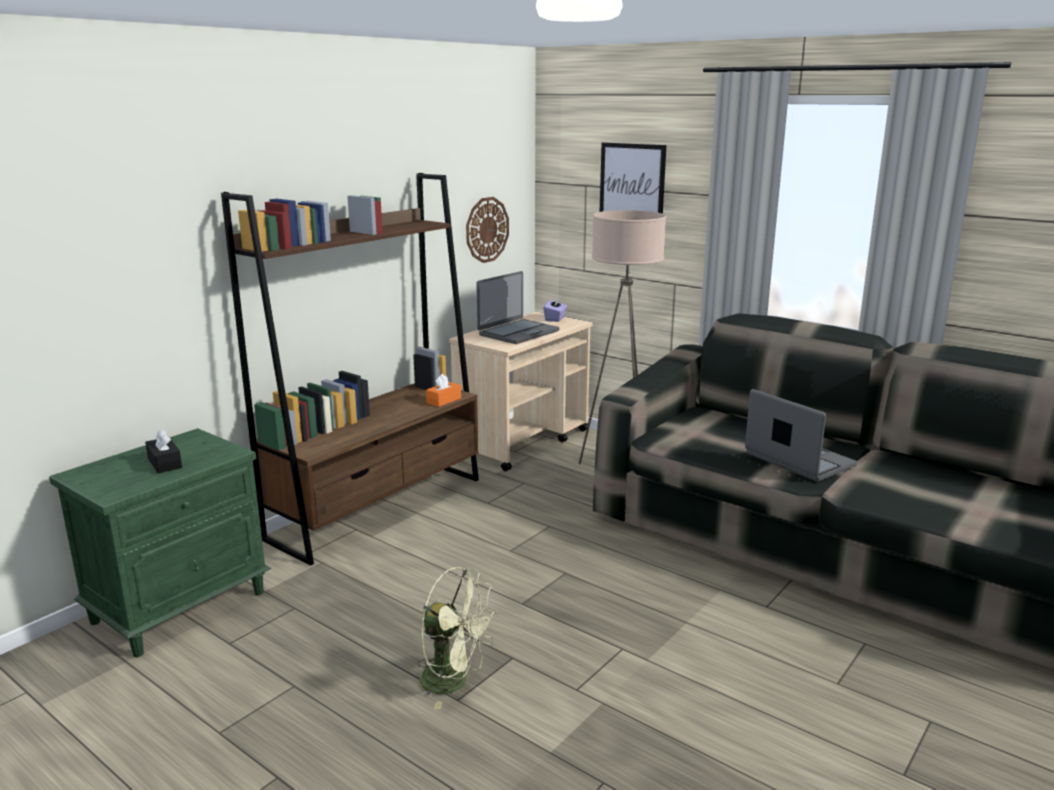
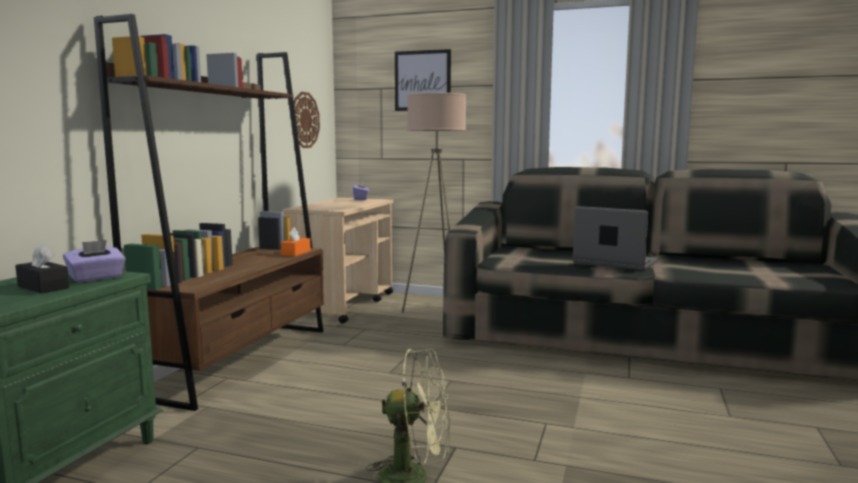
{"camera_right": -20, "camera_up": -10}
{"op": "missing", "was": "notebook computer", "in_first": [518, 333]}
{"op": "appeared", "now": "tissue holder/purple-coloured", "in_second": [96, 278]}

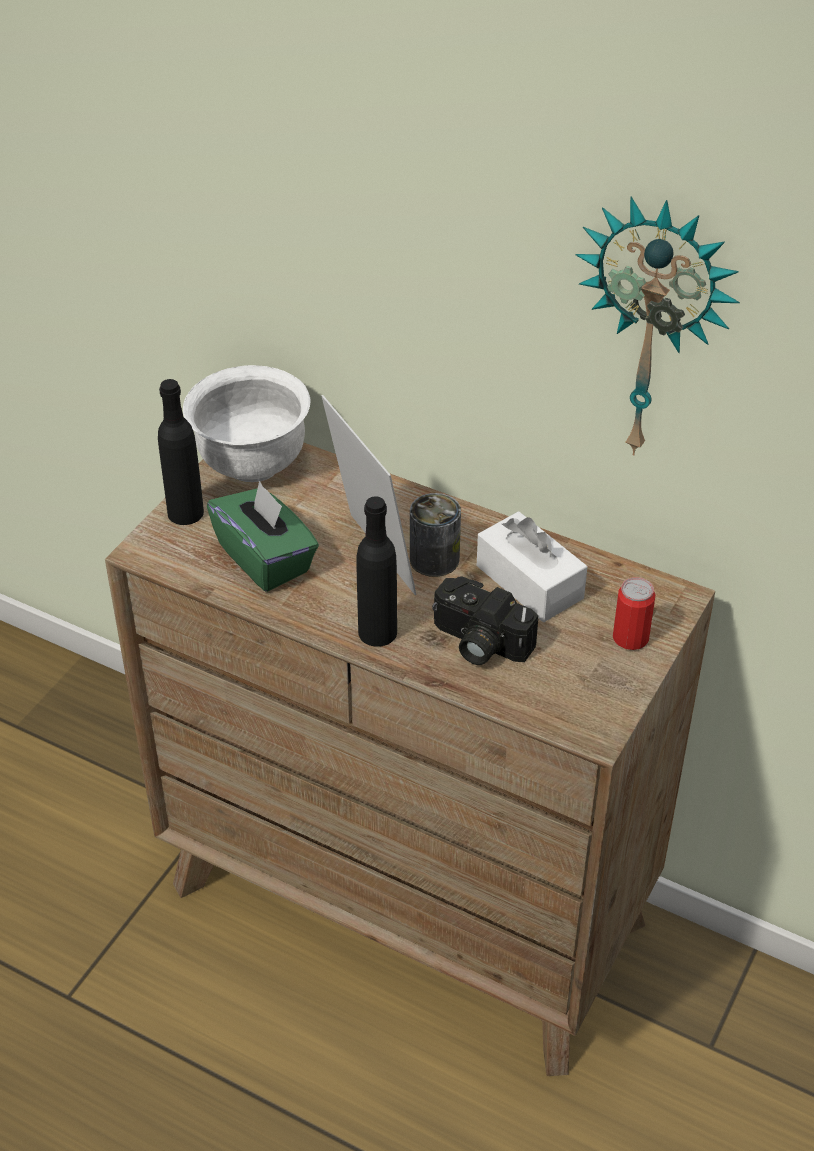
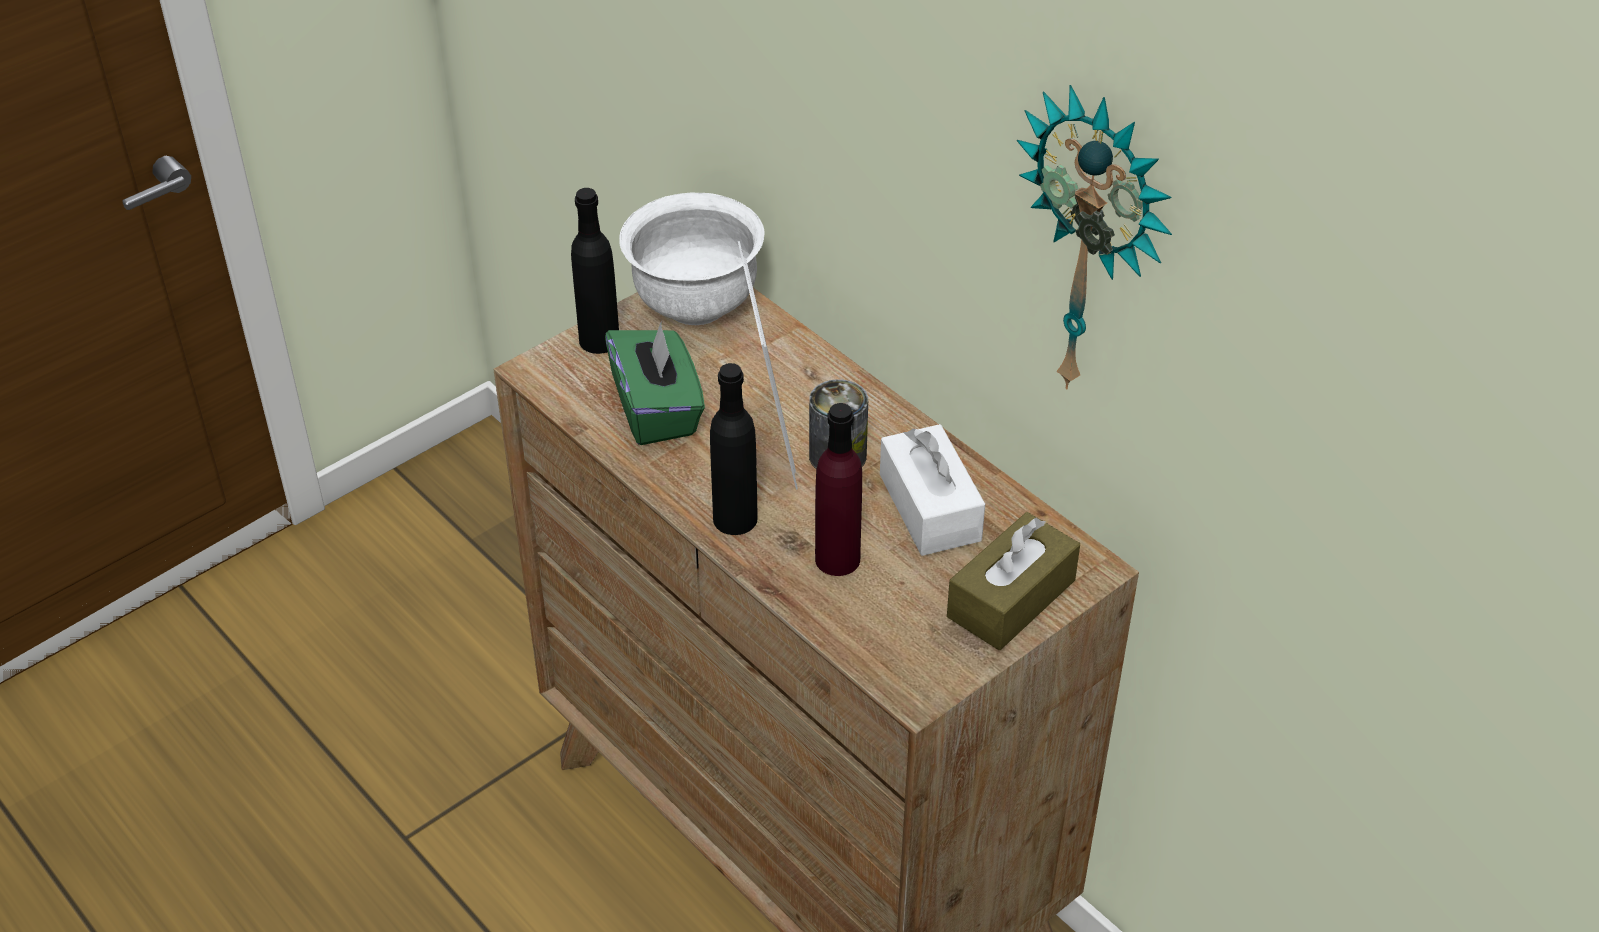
{"camera_right": 20, "camera_up": 0}
{"op": "exchanged", "was": "still camera", "now": "drink bottle/purple-coloured", "in_first": [478, 643], "in_second": [837, 559]}
{"op": "exchanged", "was": "can", "now": "tissue holder/brown-coloured", "in_first": [630, 638], "in_second": [1011, 598]}

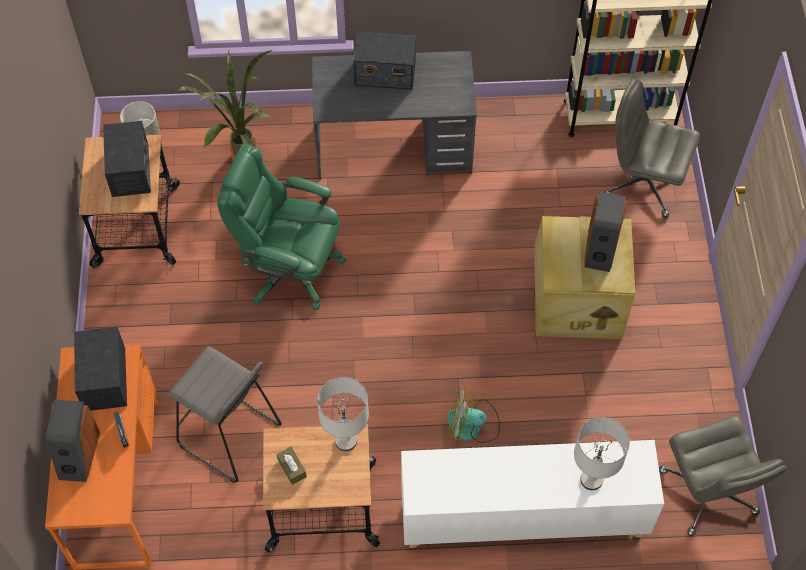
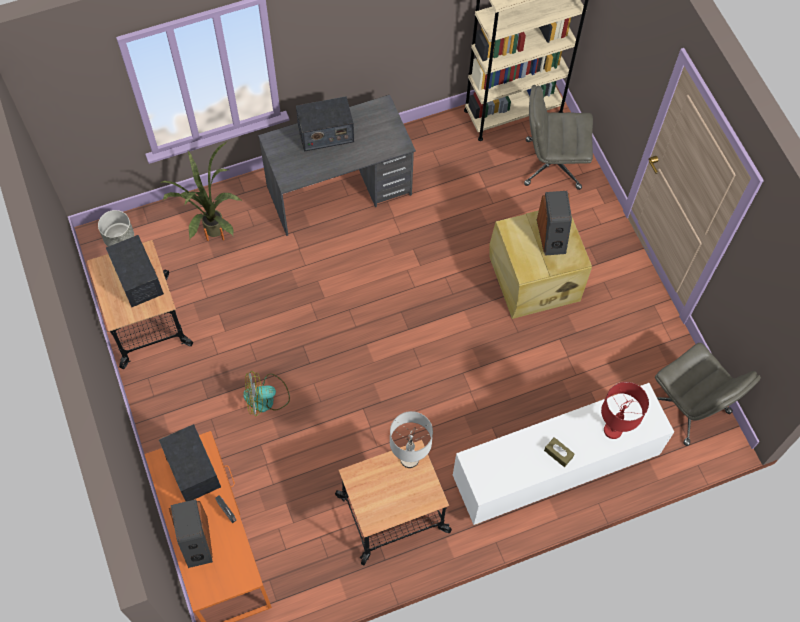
{"camera_right": -20, "camera_up": 5}
{"op": "missing", "was": "stool seat/grey", "in_first": [229, 436]}
{"op": "missing", "was": "office chair/green", "in_first": [289, 269]}
{"op": "relocated", "was": "tissue holder/brown-coloured", "in_first": [292, 468], "in_second": [558, 454]}
{"op": "relocated", "was": "fan", "in_first": [472, 426], "in_second": [266, 398]}
{"op": "colour", "was": "table lamp/grey", "now": "table lamp/red", "in_first": [591, 480], "in_second": [612, 430]}

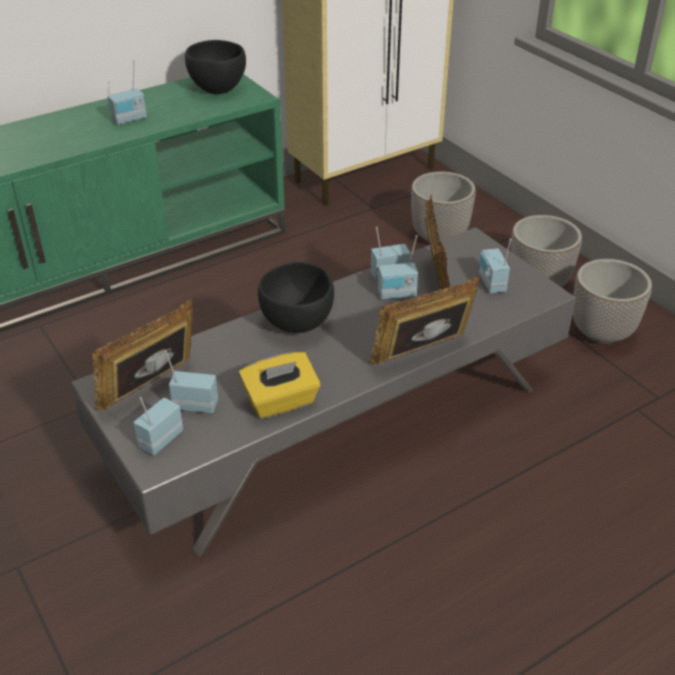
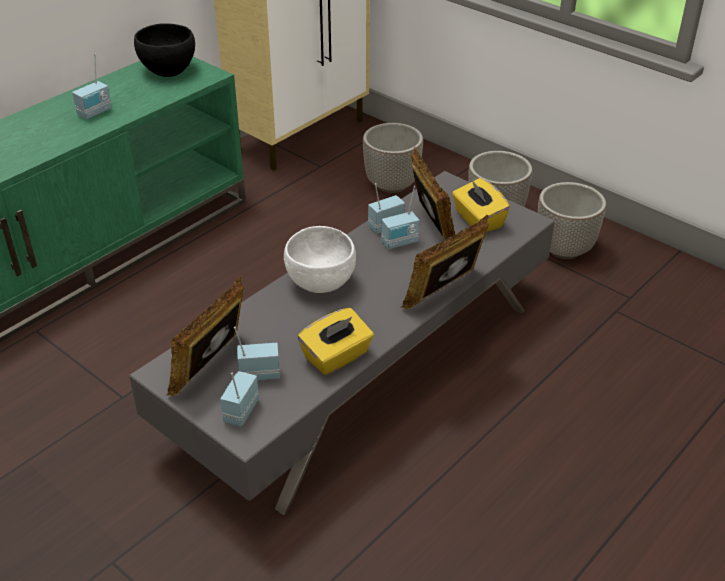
{"camera_right": -15, "camera_up": 0}
{"op": "colour", "was": "deep dish/black", "now": "deep dish/white-coloured", "in_first": [296, 323], "in_second": [320, 283]}
{"op": "exchanged", "was": "radio set", "now": "tissue holder/yellowish", "in_first": [491, 284], "in_second": [478, 220]}

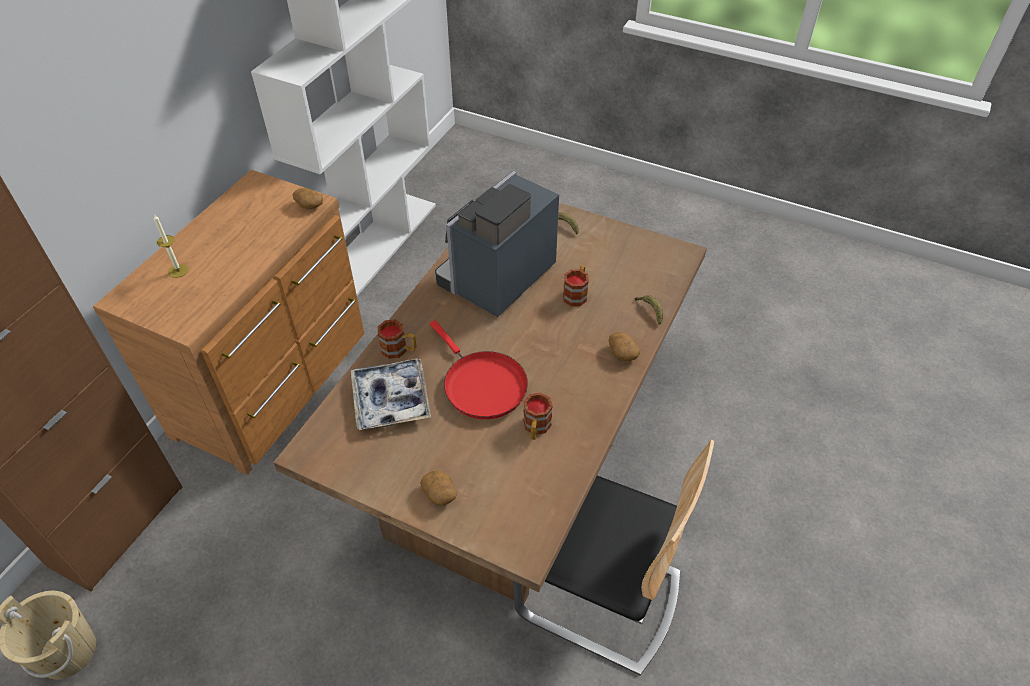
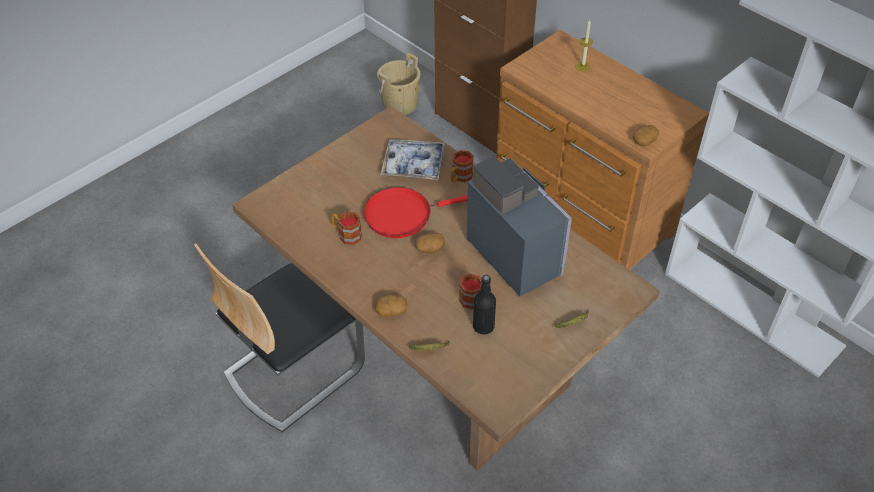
{"camera_right": 110, "camera_up": 0}
{"op": "relocated", "was": "whole potato", "in_first": [440, 493], "in_second": [430, 248]}
{"op": "appeared", "now": "drink bottle/black", "in_second": [483, 327]}

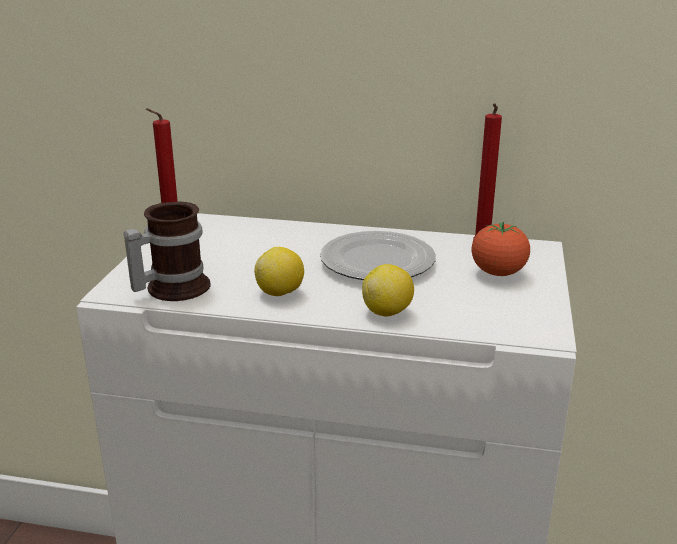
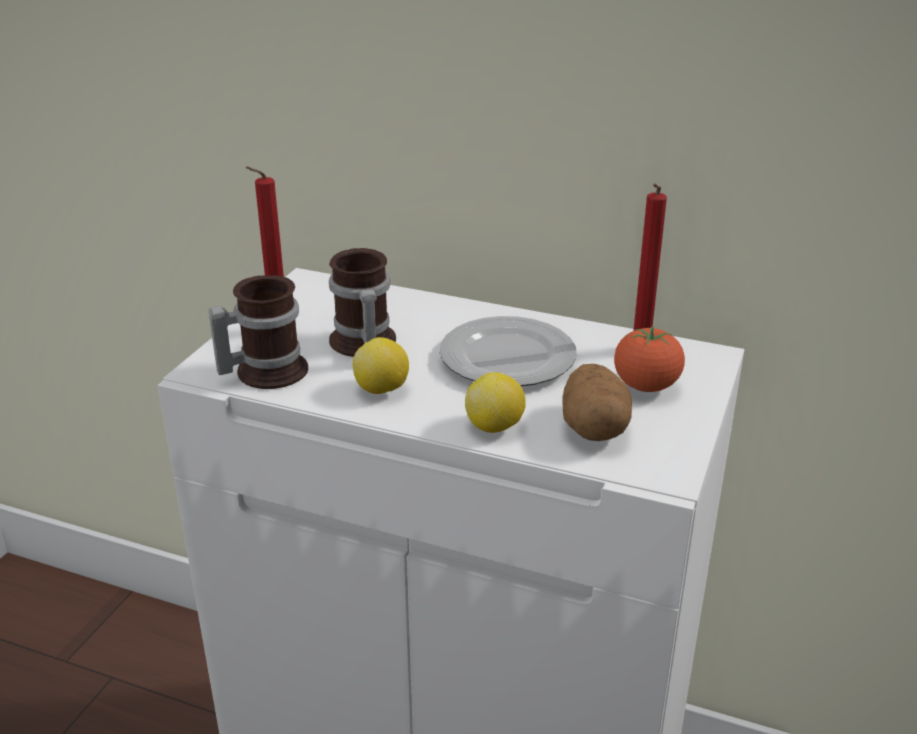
{"camera_right": 10, "camera_up": 5}
{"op": "appeared", "now": "mug", "in_second": [361, 344]}
{"op": "appeared", "now": "whole potato", "in_second": [594, 428]}

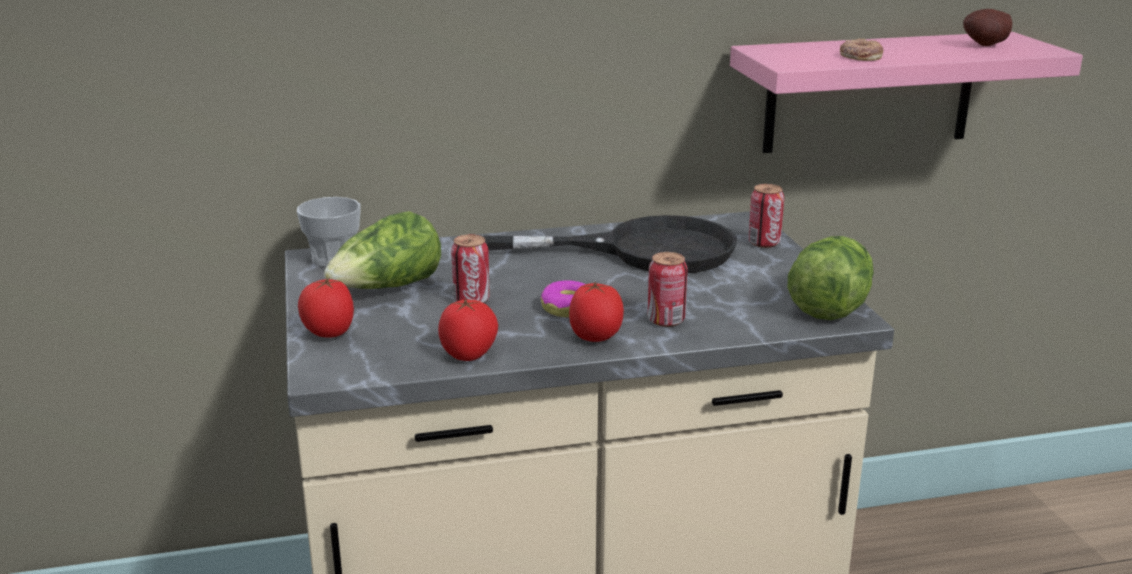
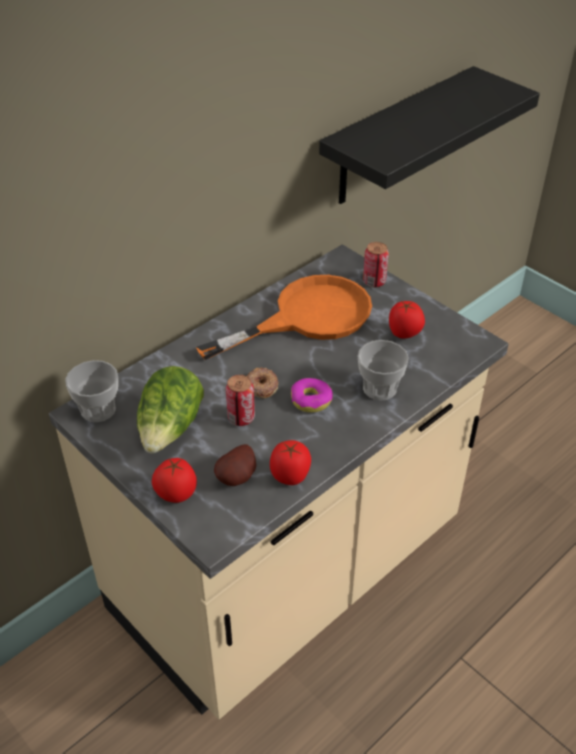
{"camera_right": -30, "camera_up": 20}
{"op": "colour", "was": "pan/black", "now": "pan/orangey", "in_first": [645, 250], "in_second": [307, 317]}
{"op": "relocated", "was": "fresh tomato", "in_first": [596, 338], "in_second": [404, 333]}
{"op": "exchanged", "was": "can", "now": "cup", "in_first": [666, 320], "in_second": [379, 388]}
{"op": "colour", "was": "wall shelf/pink-coloured", "now": "wall shelf/black", "in_first": [869, 92], "in_second": [397, 137]}
{"op": "missing", "was": "lettuce", "in_first": [829, 303]}
{"op": "relocated", "was": "doughnut", "in_first": [860, 56], "in_second": [261, 386]}
{"op": "relocated", "was": "whole potato", "in_first": [987, 46], "in_second": [238, 478]}

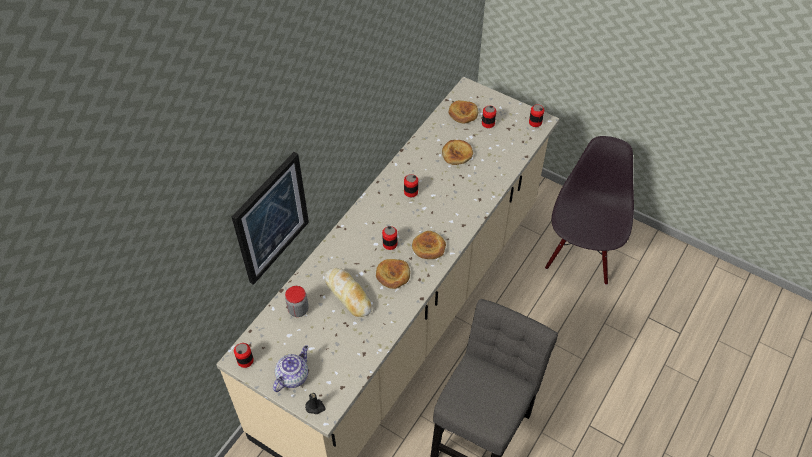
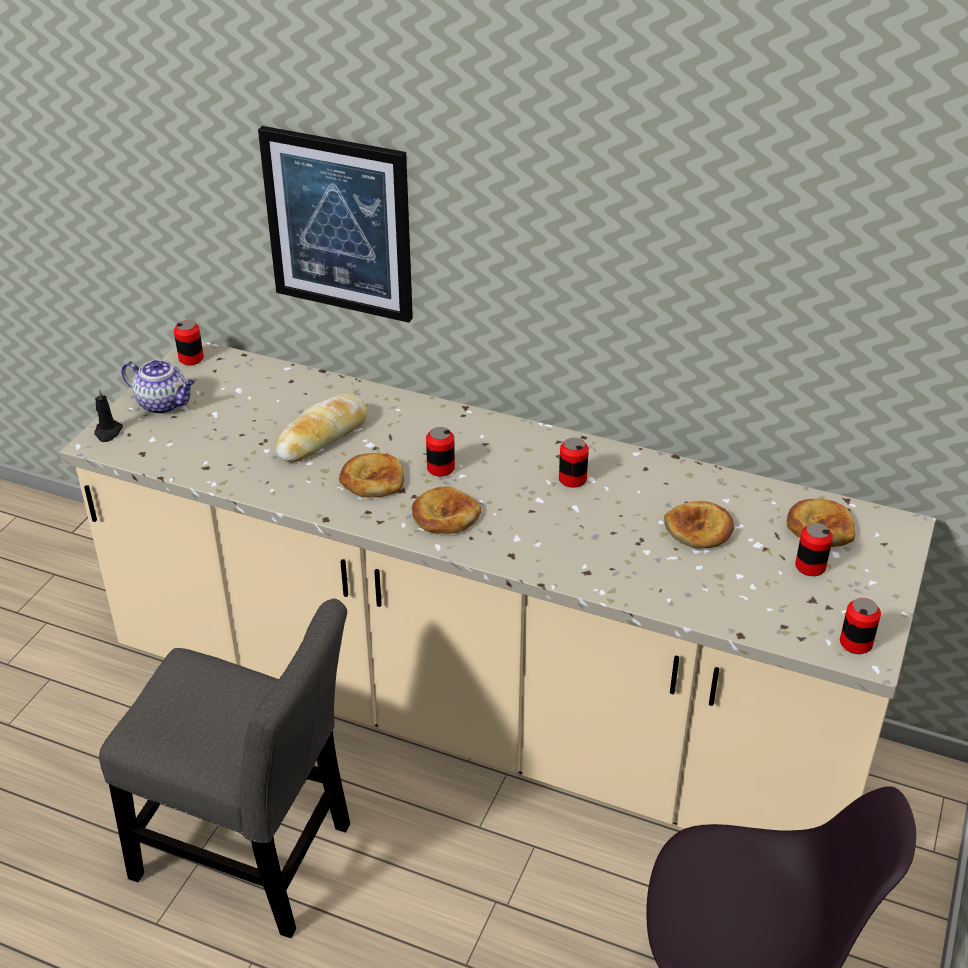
{"camera_right": 80, "camera_up": -15}
{"op": "missing", "was": "storage jar", "in_first": [298, 309]}

